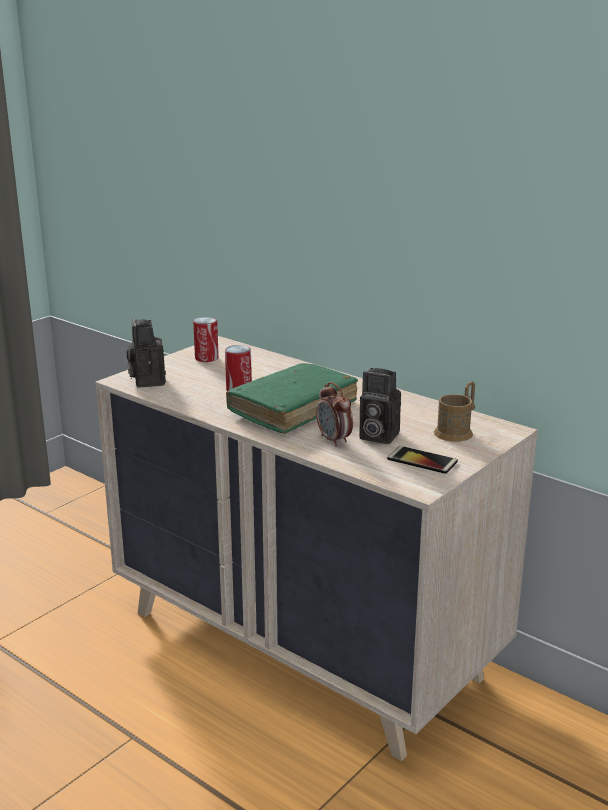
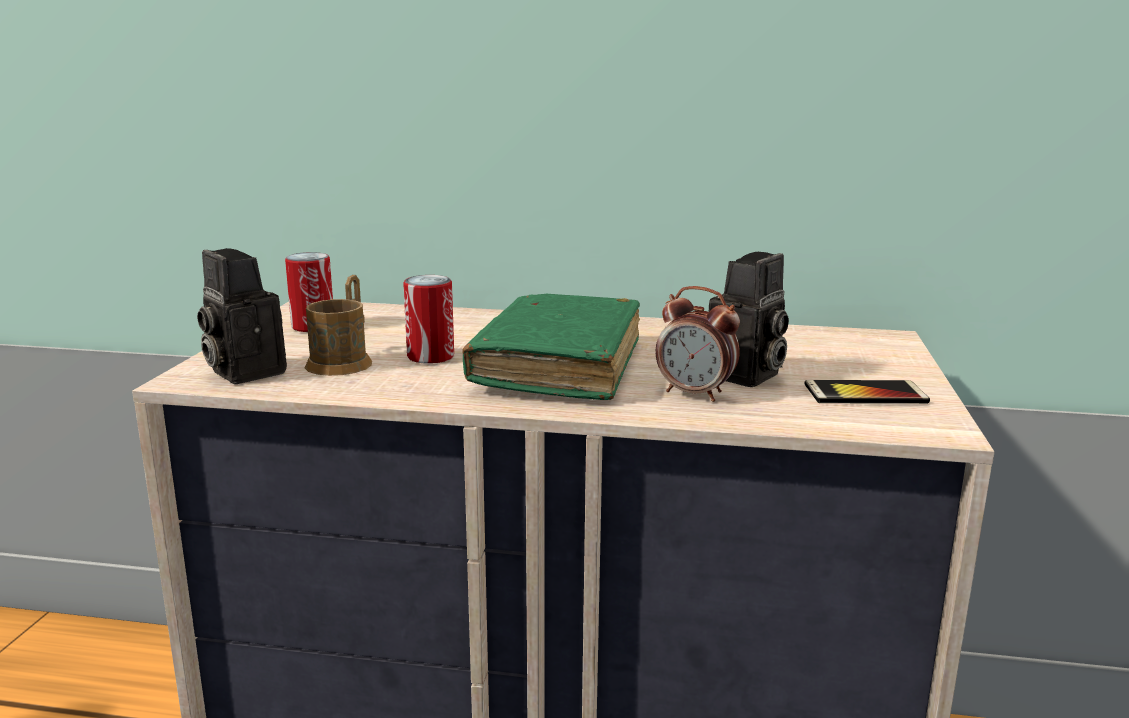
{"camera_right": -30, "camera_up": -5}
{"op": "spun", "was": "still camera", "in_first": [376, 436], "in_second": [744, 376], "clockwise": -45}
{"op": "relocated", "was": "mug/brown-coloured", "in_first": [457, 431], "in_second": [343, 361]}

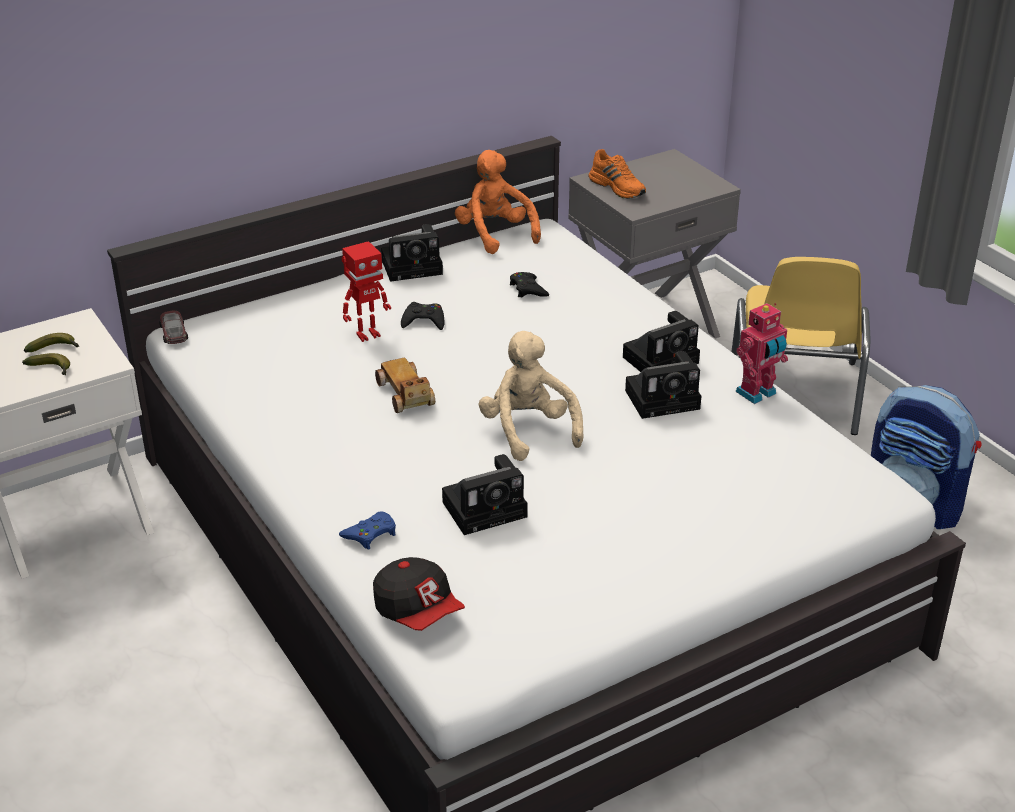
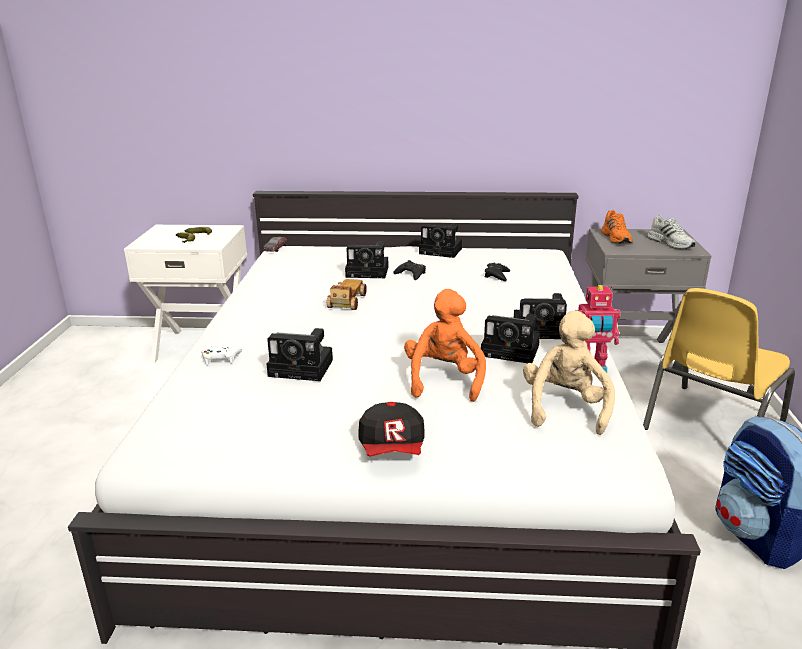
{"camera_right": 35, "camera_up": -10}
{"op": "colour", "was": "game controller/bluish", "now": "game controller/white-coloured", "in_first": [370, 534], "in_second": [221, 358]}
{"op": "exchanged", "was": "model robot", "now": "still camera", "in_first": [367, 335], "in_second": [369, 272]}
{"op": "relocated", "was": "cap", "in_first": [418, 611], "in_second": [393, 448]}
{"op": "relocated", "was": "cuddly toy/orangey", "in_first": [495, 234], "in_second": [444, 380]}
{"op": "relocated", "was": "cuddly toy/sand-coloured", "in_first": [528, 430], "in_second": [565, 408]}
{"op": "appeared", "now": "shoe/white-coloured", "in_second": [671, 243]}

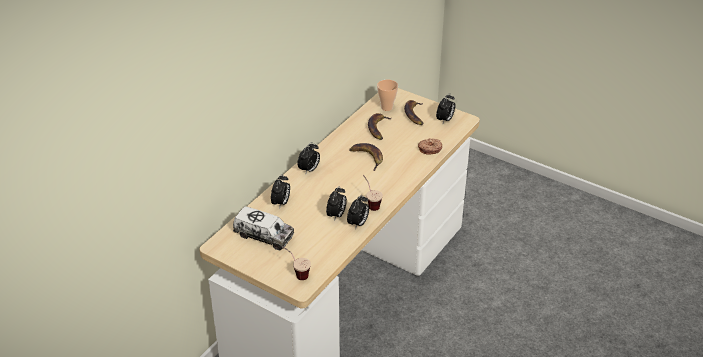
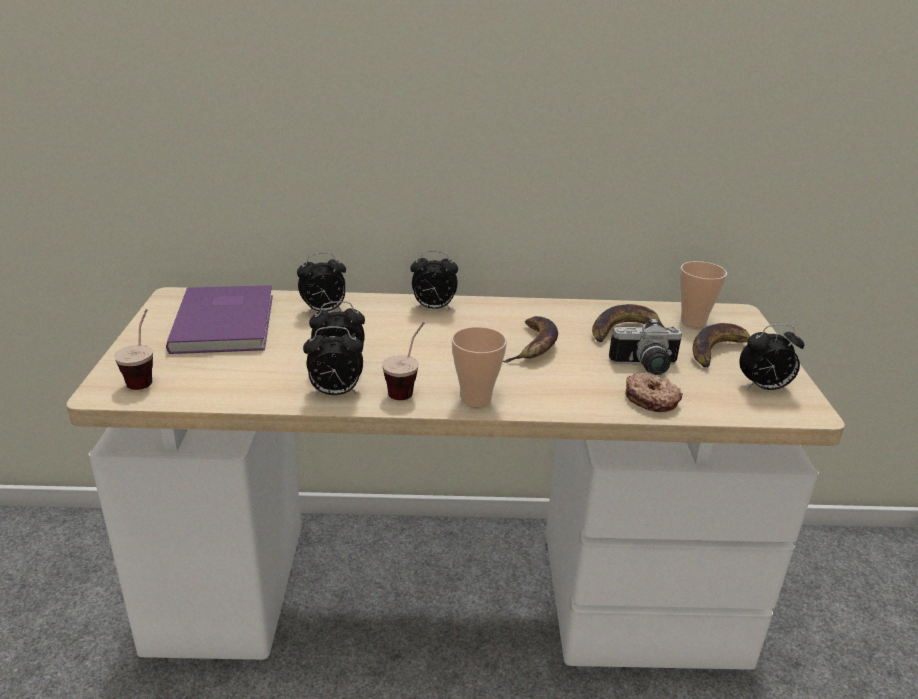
{"camera_right": 55, "camera_up": -10}
{"op": "exchanged", "was": "toy lorry", "now": "bound book/purple-coloured", "in_first": [264, 236], "in_second": [227, 322]}
{"op": "appeared", "now": "cup", "in_second": [476, 399]}
{"op": "appeared", "now": "still camera", "in_second": [645, 367]}

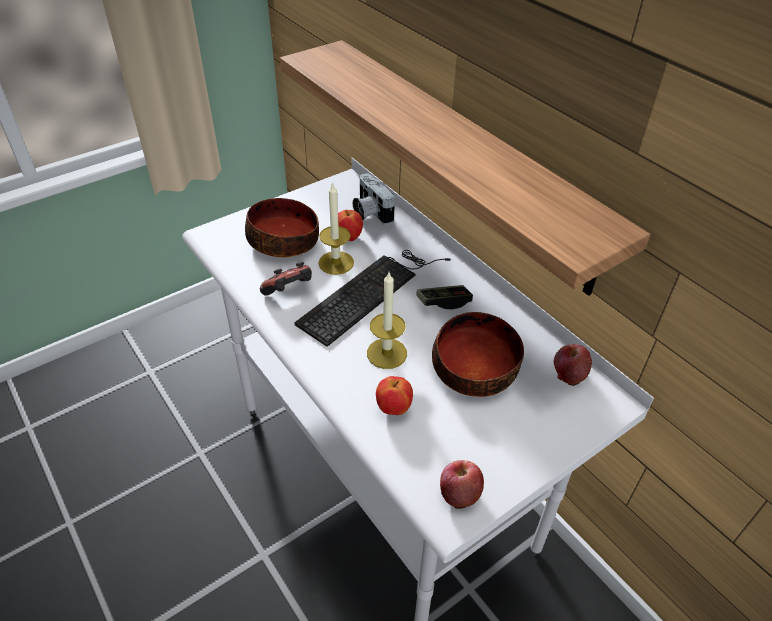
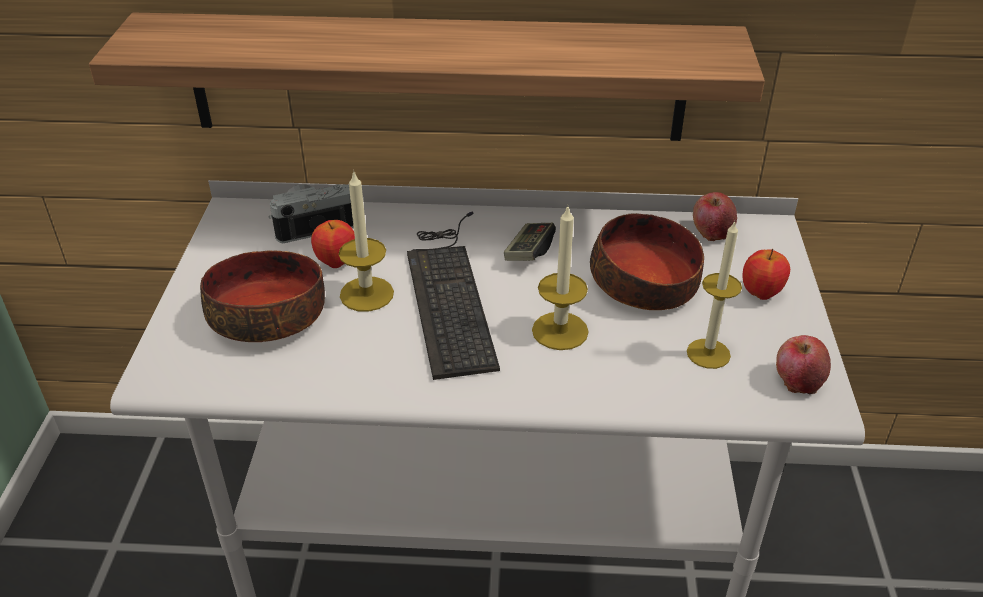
{"camera_right": -50, "camera_up": -5}
{"op": "missing", "was": "game controller", "in_first": [289, 292]}
{"op": "spun", "was": "still camera", "in_first": [370, 212], "in_second": [314, 225], "clockwise": 150}
{"op": "relocated", "was": "apple fruit", "in_first": [393, 408], "in_second": [761, 293]}
{"op": "appeared", "now": "candle", "in_second": [708, 353]}

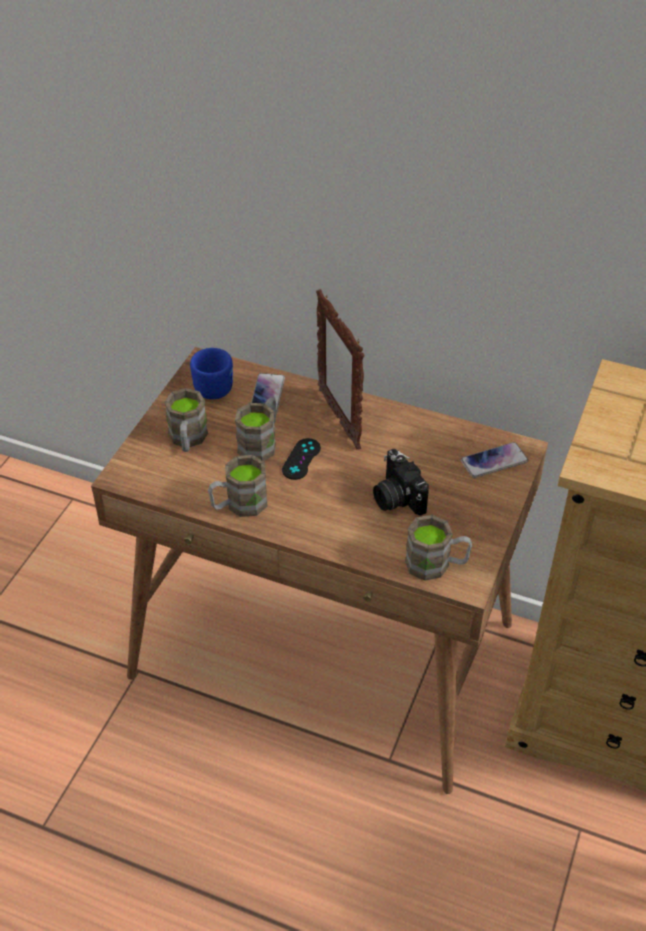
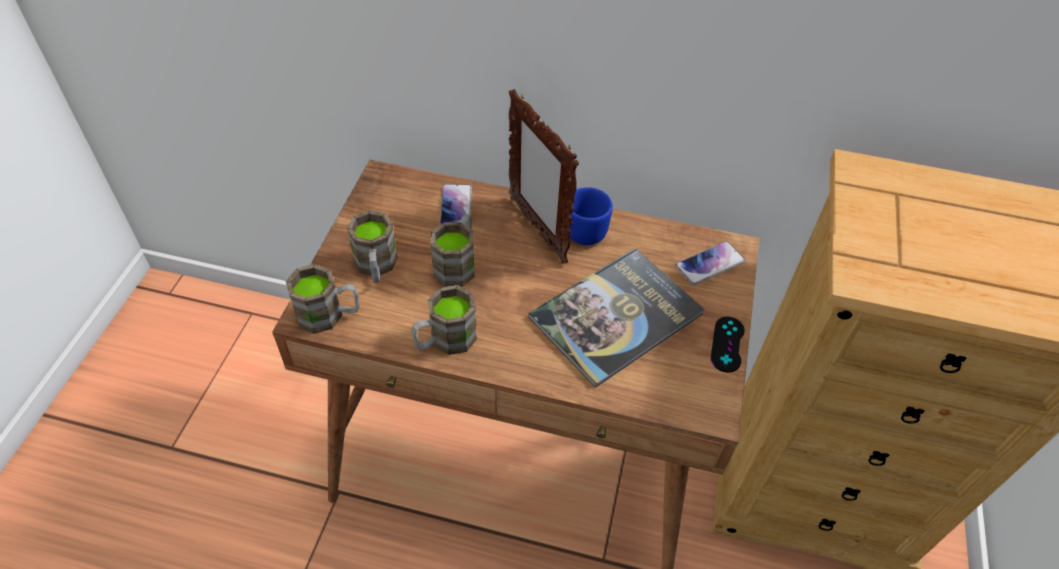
{"camera_right": -10, "camera_up": 5}
{"op": "relocated", "was": "mug/bluish", "in_first": [213, 385], "in_second": [583, 227]}
{"op": "relocated", "was": "game controller/black", "in_first": [301, 459], "in_second": [727, 344]}
{"op": "exchanged", "was": "still camera", "now": "bound book", "in_first": [396, 498], "in_second": [616, 316]}
{"op": "relocated", "was": "mug/brown-coloured", "in_first": [436, 564], "in_second": [329, 315]}

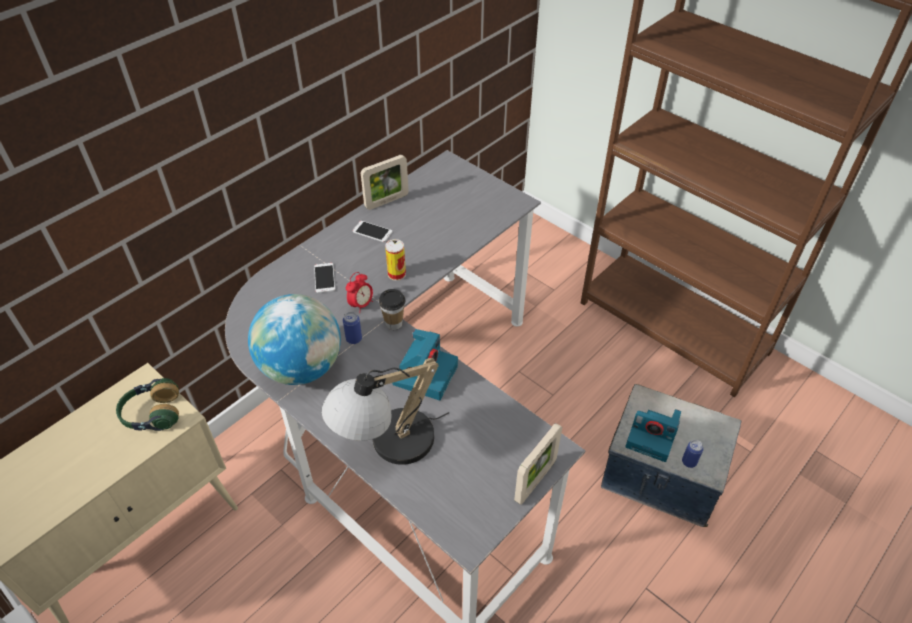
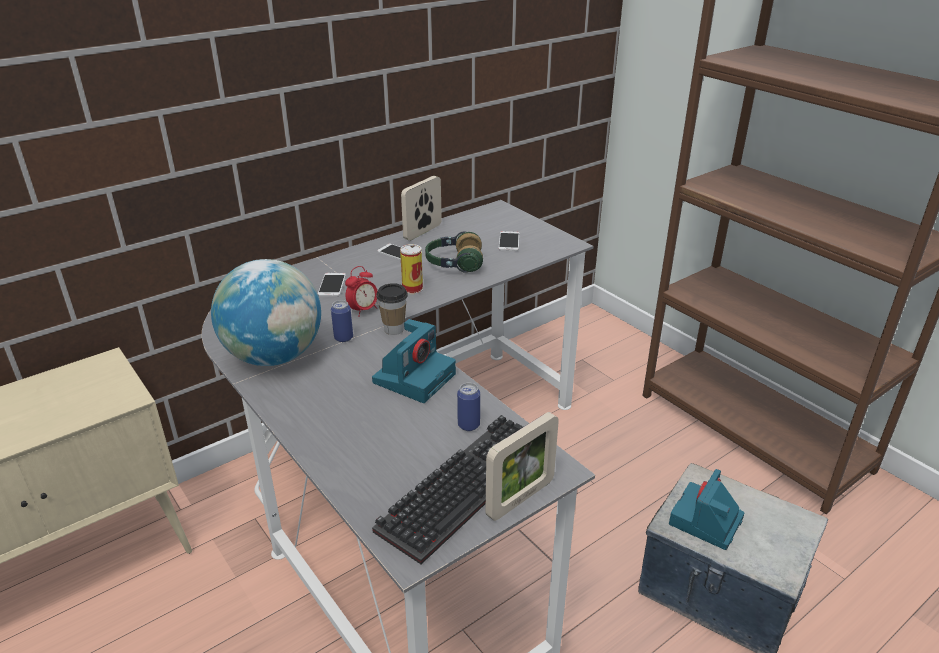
{"camera_right": 10, "camera_up": -15}
{"op": "relocated", "was": "headphones", "in_first": [152, 414], "in_second": [454, 264]}
{"op": "missing", "was": "table lamp", "in_first": [387, 446]}
{"op": "spun", "was": "picture frame", "in_first": [386, 201], "in_second": [422, 232], "clockwise": 150}
{"op": "spun", "was": "still camera", "in_first": [652, 437], "in_second": [706, 522], "clockwise": 90}
{"op": "relocated", "was": "can", "in_first": [689, 462], "in_second": [468, 425]}
{"op": "appeared", "now": "computer keyboard", "in_second": [464, 483]}
{"op": "appeared", "now": "handset", "in_second": [509, 241]}

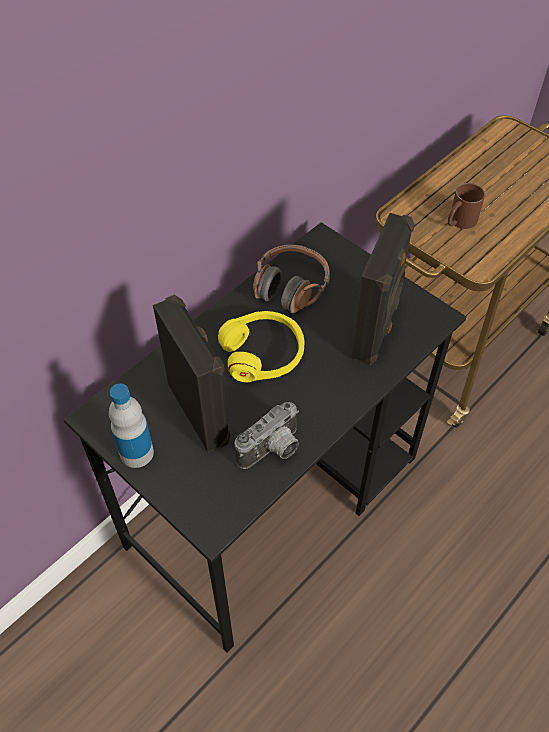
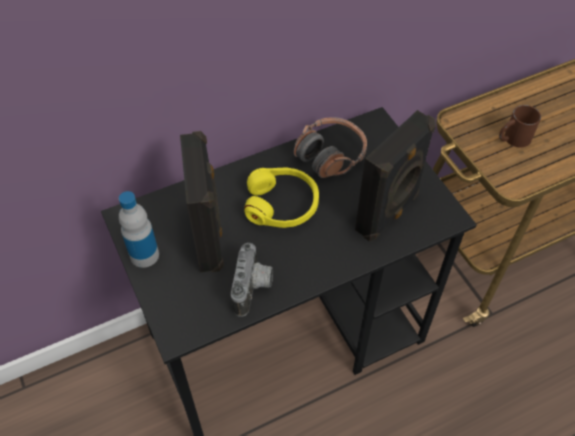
{"camera_right": 20, "camera_up": 0}
{"op": "spun", "was": "still camera", "in_first": [273, 451], "in_second": [254, 288], "clockwise": -60}

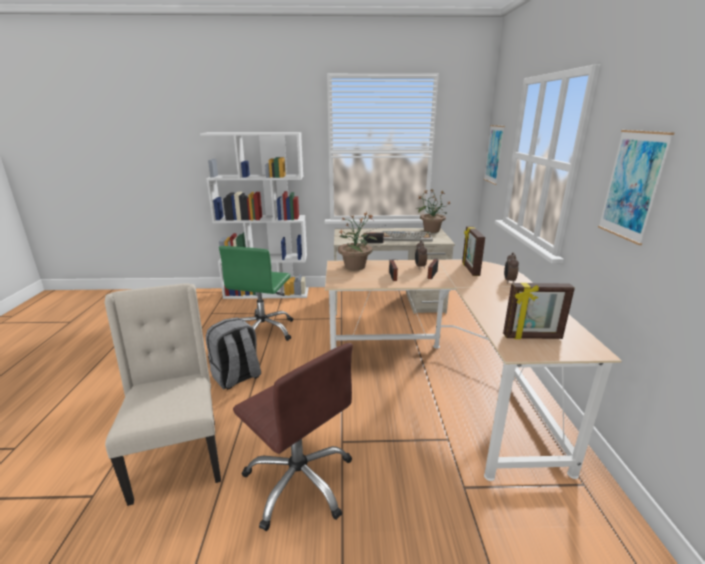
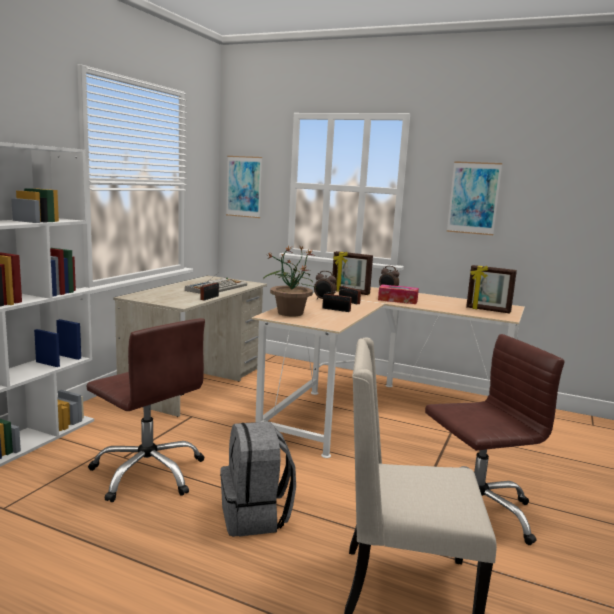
{"camera_right": -65, "camera_up": -10}
{"op": "colour", "was": "office chair/green", "now": "office chair/brown-coloured", "in_first": [263, 331], "in_second": [148, 473]}
{"op": "missing", "was": "plant in a pot", "in_first": [431, 230]}
{"op": "spun", "was": "picture frame", "in_first": [532, 337], "in_second": [488, 310], "clockwise": 90}
{"op": "appeared", "now": "tissue holder", "in_second": [397, 300]}

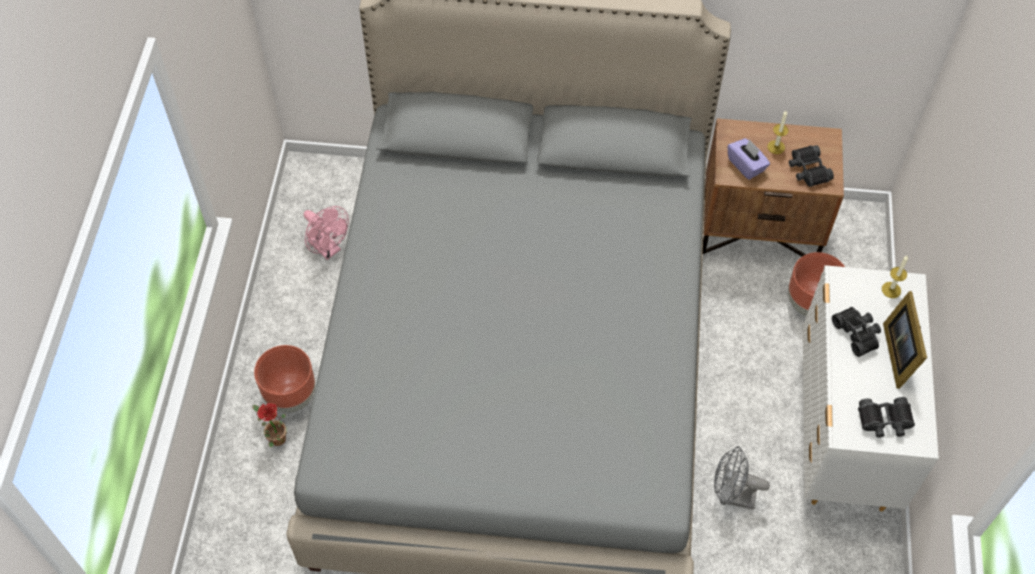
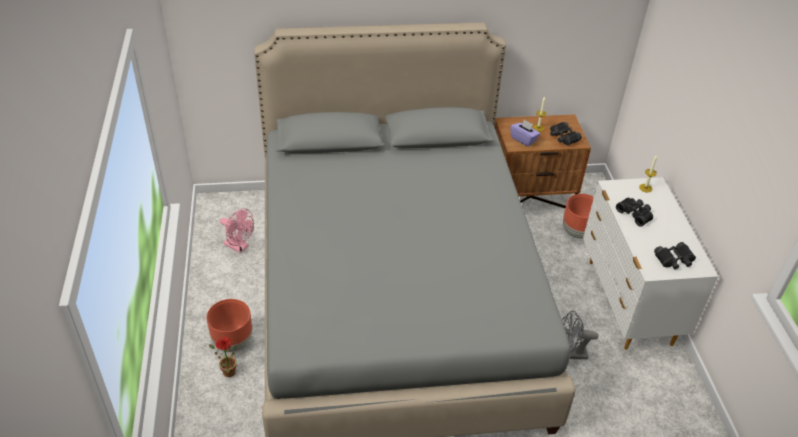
{"camera_right": -15, "camera_up": -15}
{"op": "missing", "was": "picture frame", "in_first": [900, 353]}

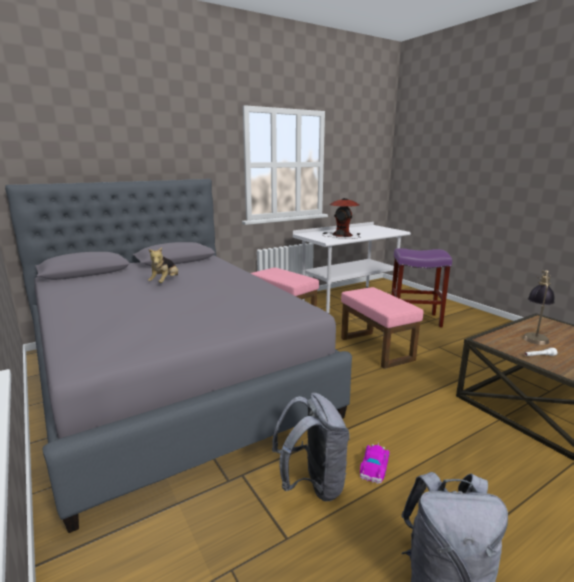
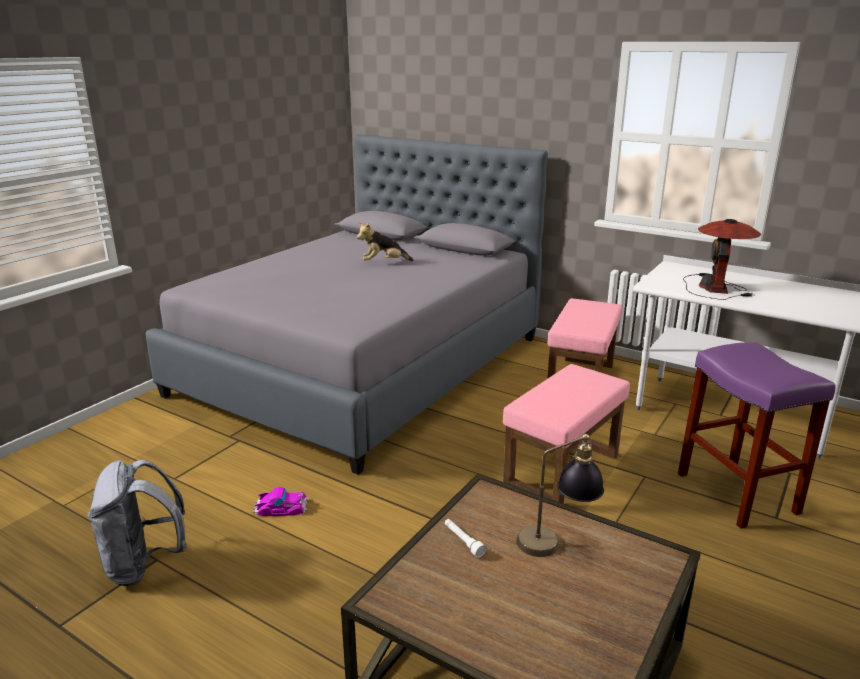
{"camera_right": 65, "camera_up": 5}
{"op": "missing", "was": "backpack/grey", "in_first": [312, 484]}

